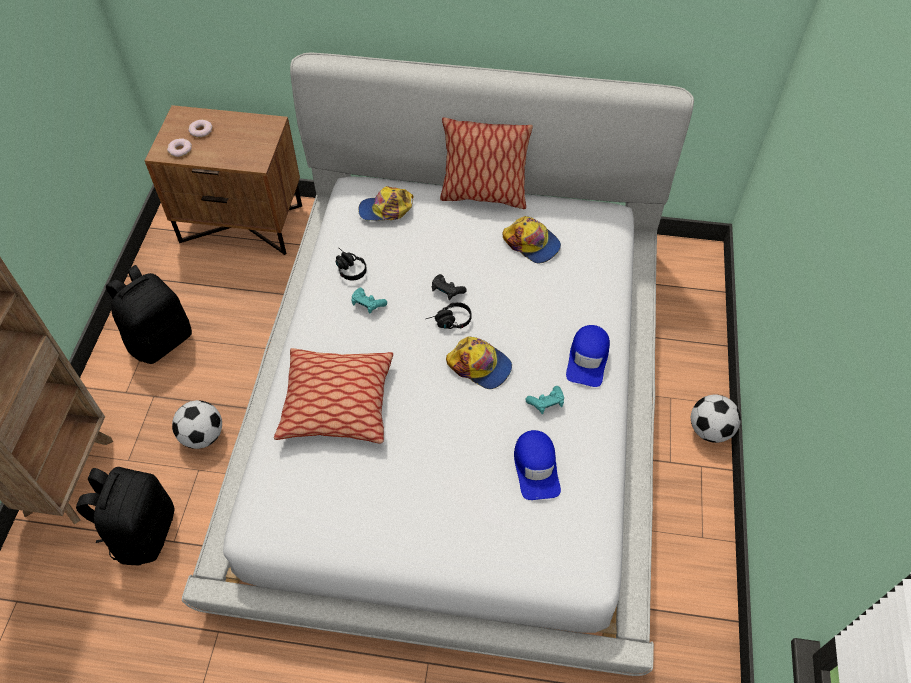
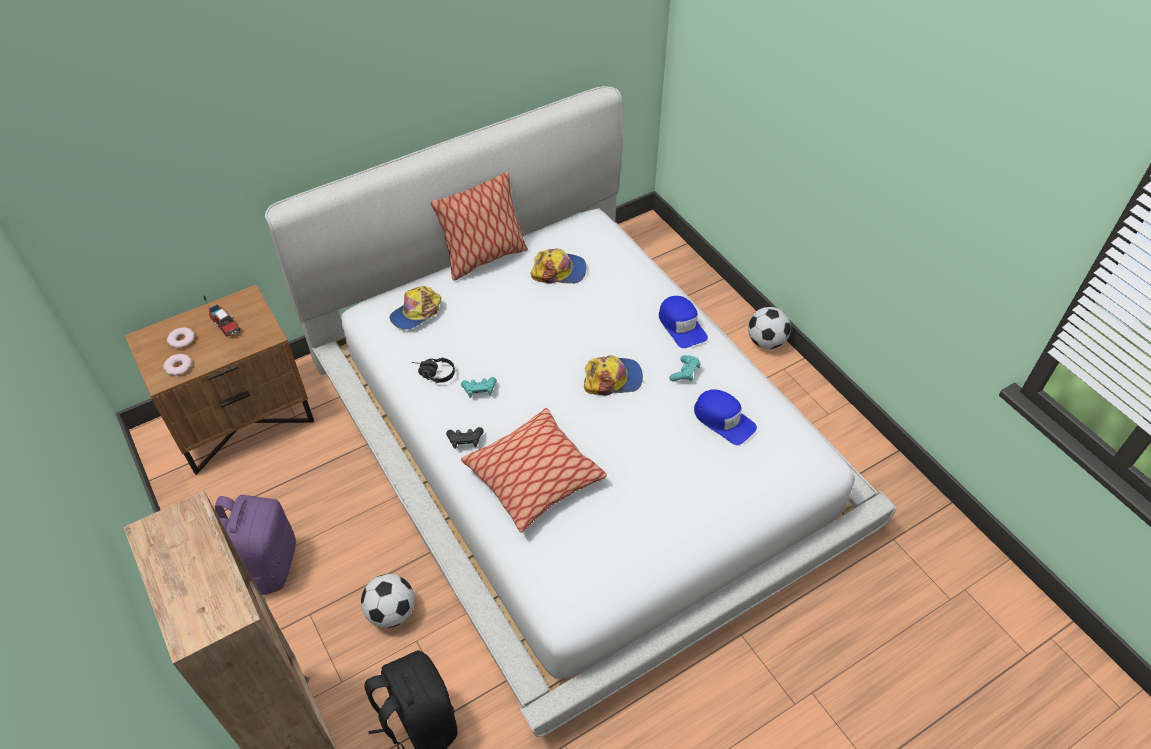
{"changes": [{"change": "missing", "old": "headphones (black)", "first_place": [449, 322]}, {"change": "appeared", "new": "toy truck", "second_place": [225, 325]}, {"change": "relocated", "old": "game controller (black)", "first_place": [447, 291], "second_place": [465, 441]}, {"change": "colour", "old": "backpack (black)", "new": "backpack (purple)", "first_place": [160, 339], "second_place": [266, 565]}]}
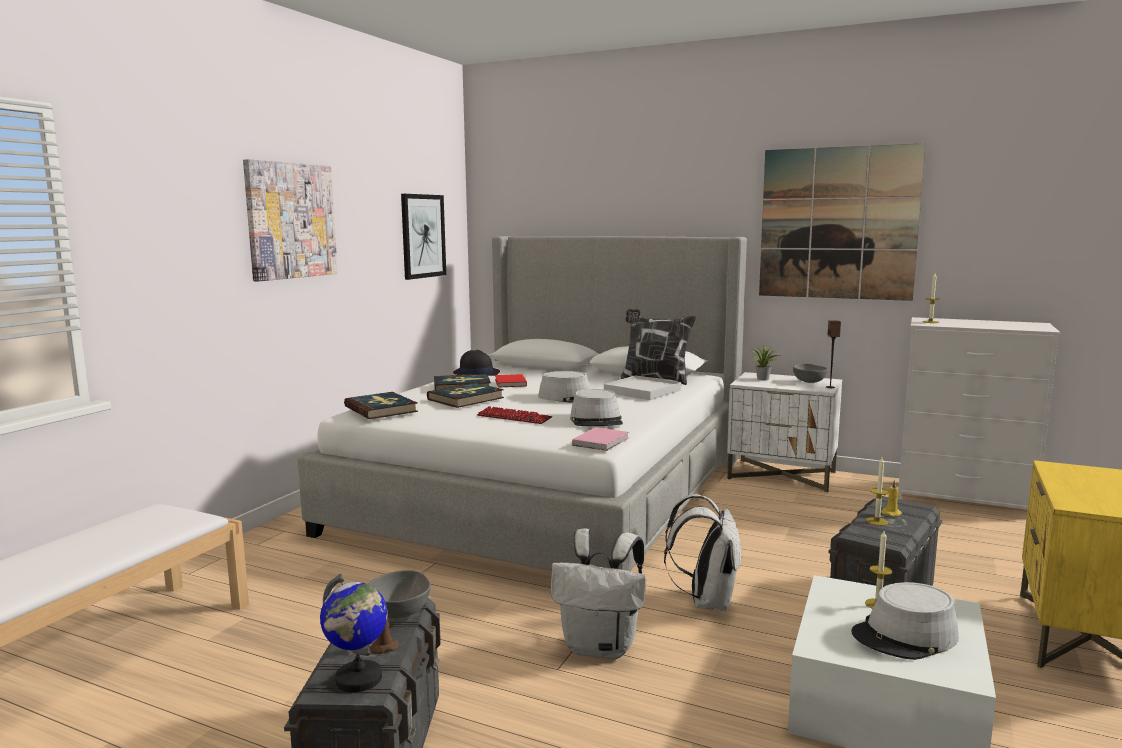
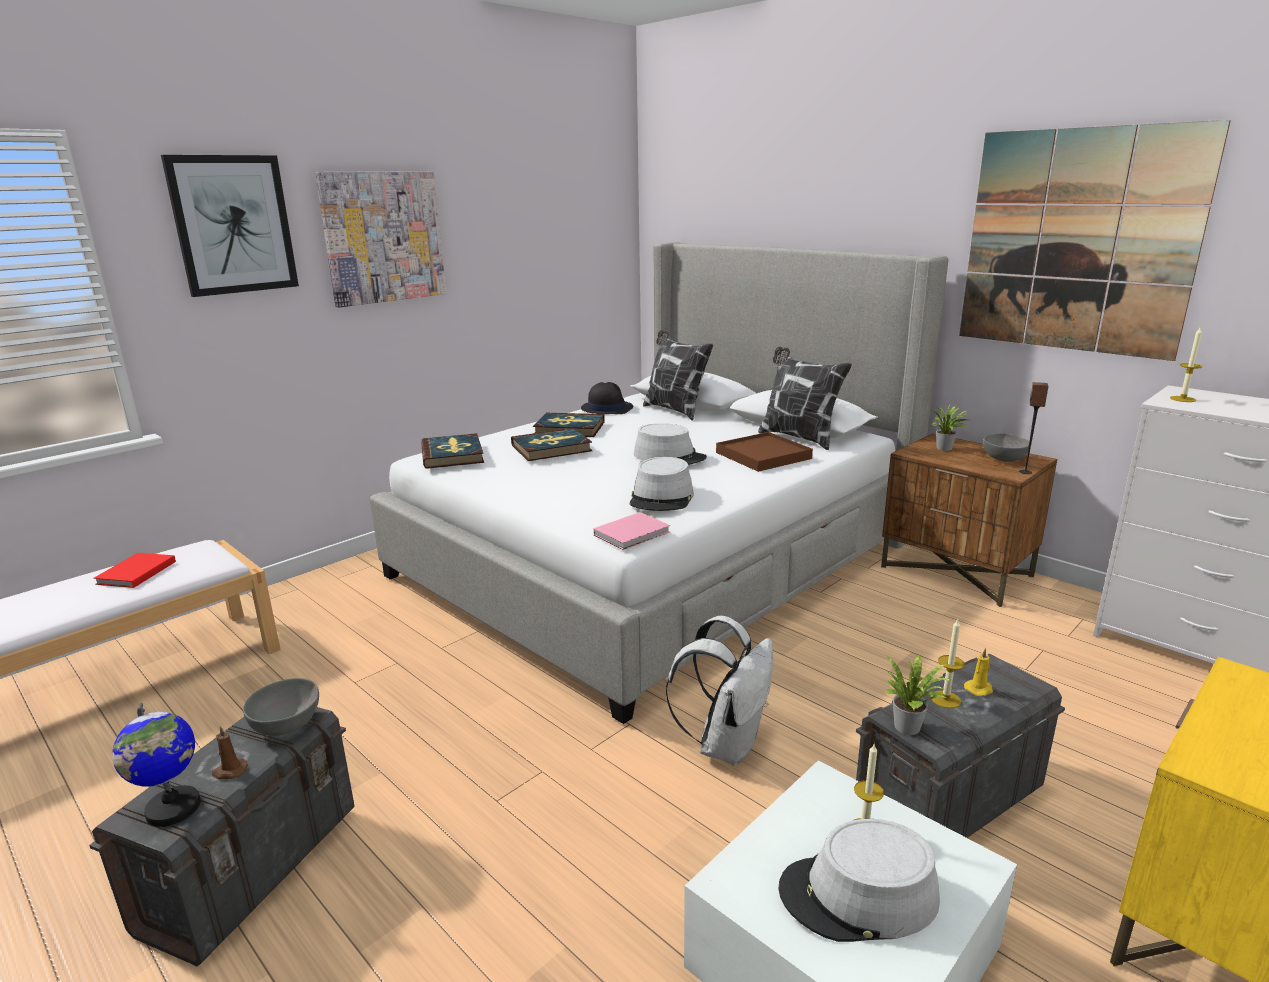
{"changes": [{"change": "missing", "old": "keyboard", "first_place": [514, 417]}, {"change": "missing", "old": "backpack (white)", "first_place": [601, 647]}, {"change": "appeared", "new": "pillow", "second_place": [675, 410]}, {"change": "appeared", "new": "potted plant", "second_place": [910, 727]}, {"change": "relocated", "old": "picture", "first_place": [423, 236], "second_place": [233, 225]}, {"change": "relocated", "old": "book (red)", "first_place": [510, 383], "second_place": [134, 573]}, {"change": "colour", "old": "tray (white)", "new": "tray (brown)", "first_place": [642, 391], "second_place": [763, 456]}, {"change": "colour", "old": "nightstand (white)", "new": "nightstand (brown)", "first_place": [782, 476], "second_place": [957, 572]}]}
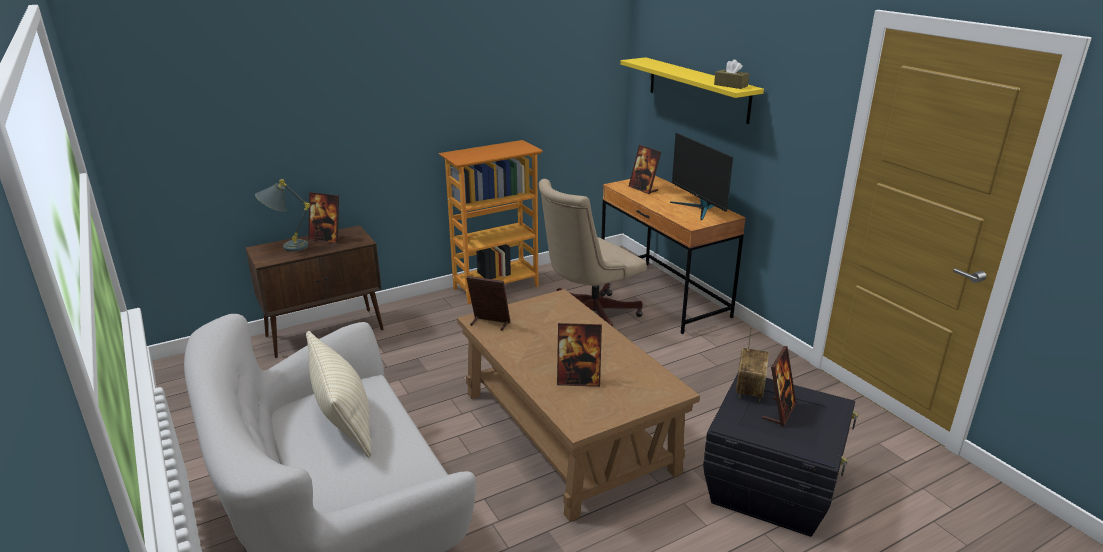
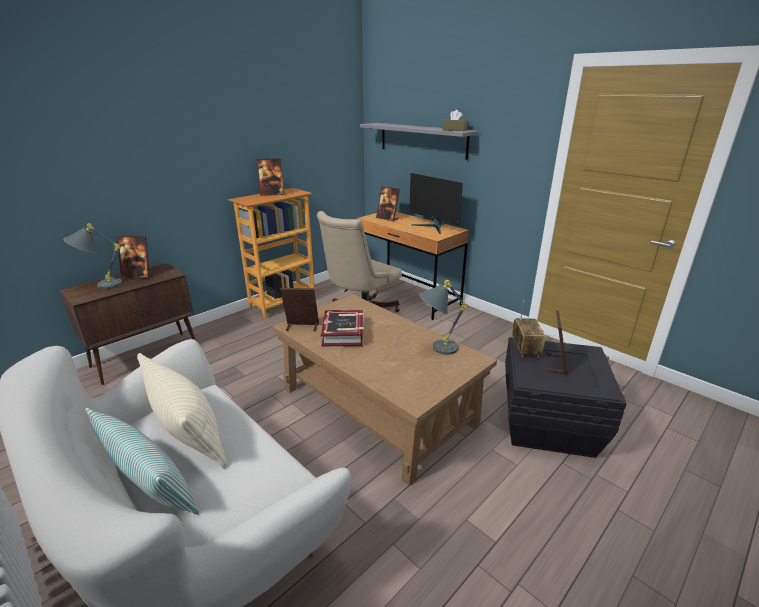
{"changes": [{"change": "appeared", "new": "pillow", "second_place": [148, 482]}, {"change": "appeared", "new": "book", "second_place": [344, 333]}, {"change": "appeared", "new": "table lamp (grey)", "second_place": [436, 349]}, {"change": "relocated", "old": "picture frame", "first_place": [578, 380], "second_place": [272, 194]}, {"change": "colour", "old": "shelf (yellow)", "new": "shelf (grey)", "first_place": [697, 89], "second_place": [422, 140]}]}
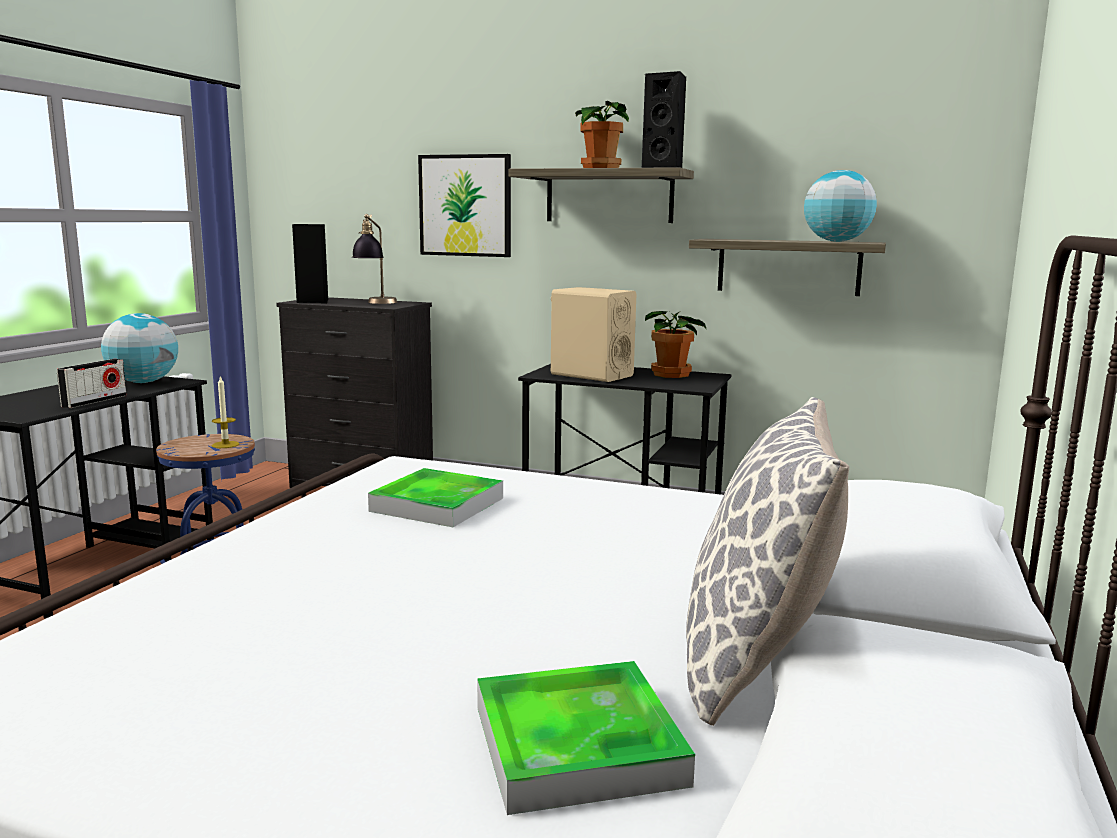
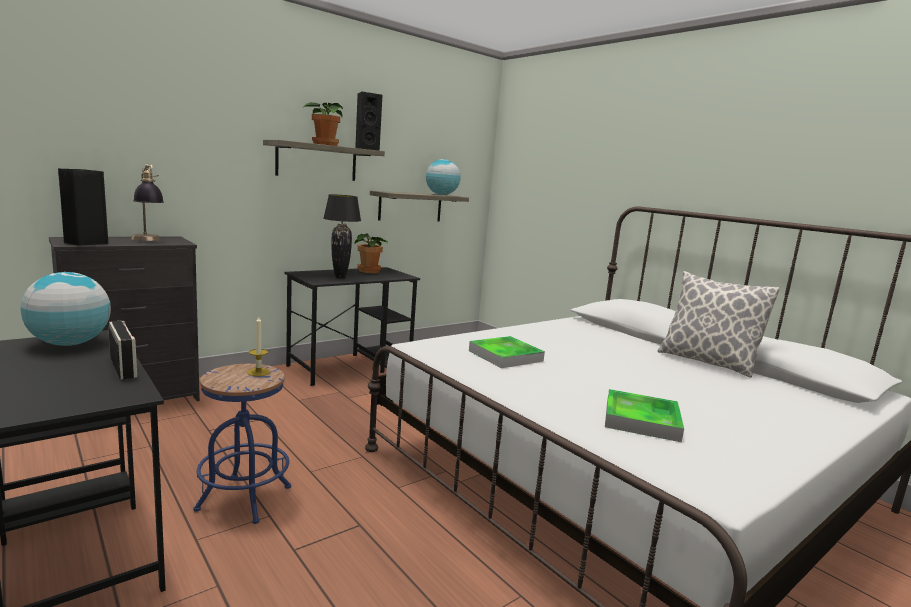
{"changes": [{"change": "missing", "old": "picture", "first_place": [465, 205]}, {"change": "relocated", "old": "tray", "first_place": [577, 744], "second_place": [641, 420]}, {"change": "exchanged", "old": "speaker (beige)", "new": "table lamp (black)", "first_place": [591, 375], "second_place": [340, 277]}]}
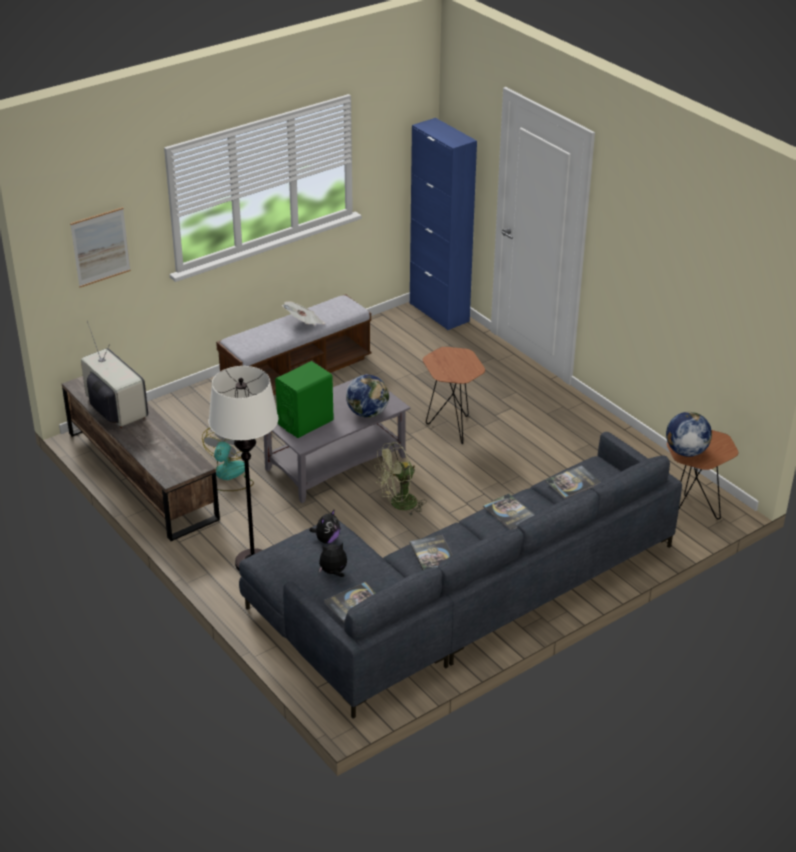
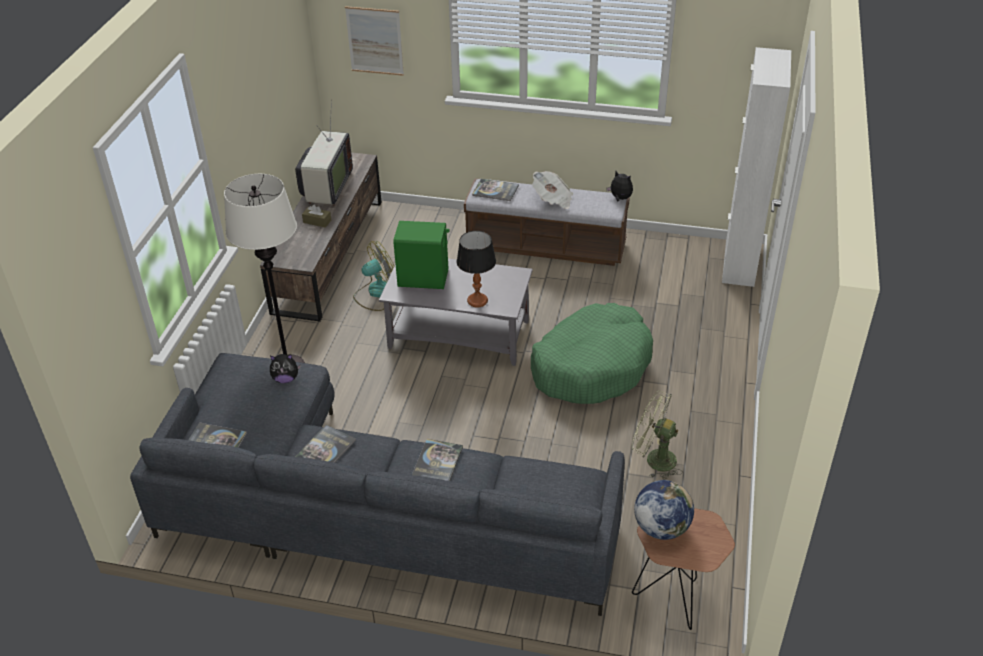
{"changes": [{"change": "appeared", "new": "tissue box (brown)", "second_place": [317, 221]}, {"change": "relocated", "old": "plush toy", "first_place": [333, 572], "second_place": [620, 198]}, {"change": "relocated", "old": "fan (green)", "first_place": [398, 505], "second_place": [654, 459]}, {"change": "relocated", "old": "book", "first_place": [573, 483], "second_place": [495, 190]}, {"change": "exchanged", "old": "globe", "new": "table lamp", "first_place": [367, 413], "second_place": [477, 301]}, {"change": "exchanged", "old": "side table (brown)", "new": "dog bed (green)", "first_place": [451, 427], "second_place": [591, 366]}, {"change": "colour", "old": "cabinet (blue)", "new": "cabinet (white)", "first_place": [439, 312], "second_place": [739, 263]}]}
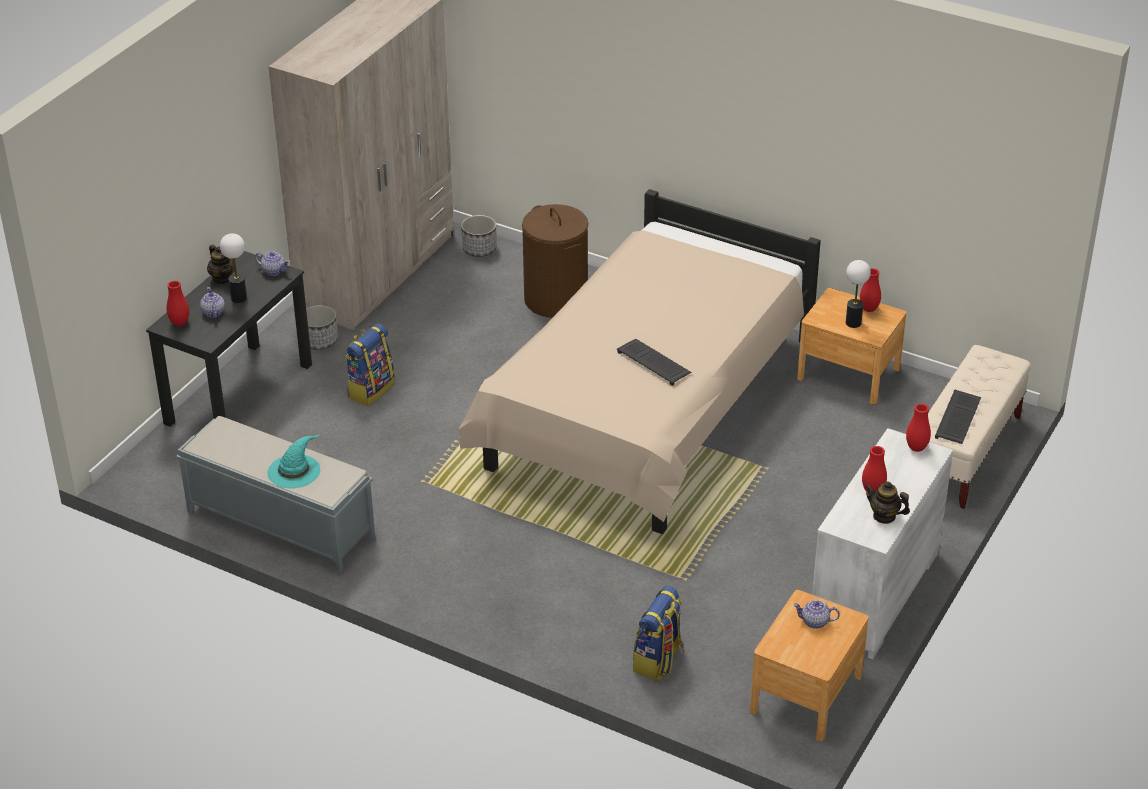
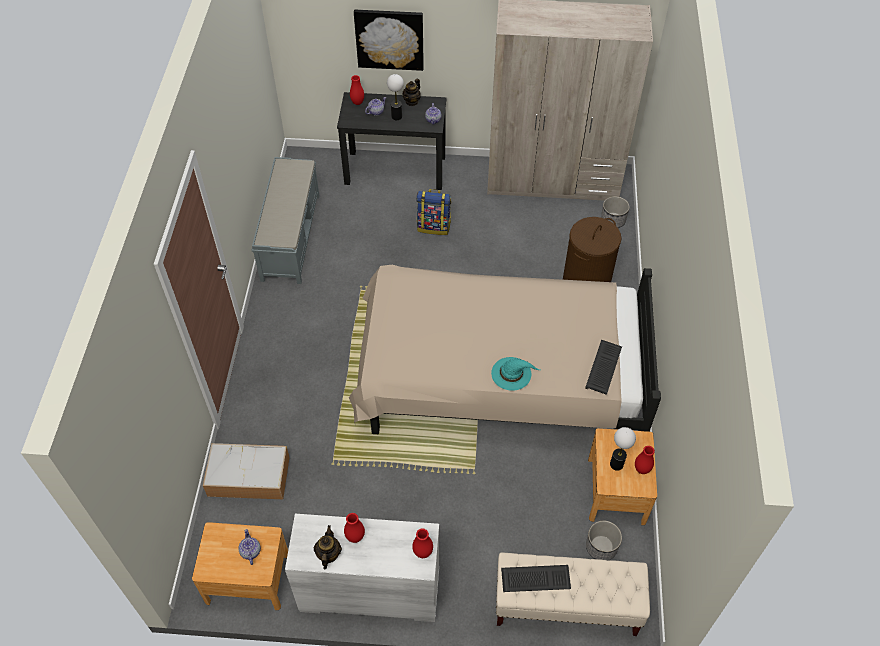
{"changes": [{"change": "appeared", "new": "picture", "second_place": [389, 39]}, {"change": "relocated", "old": "hat (turquoise)", "first_place": [294, 470], "second_place": [512, 373]}, {"change": "relocated", "old": "planter", "first_place": [320, 341], "second_place": [601, 547]}, {"change": "relocated", "old": "keyboard", "first_place": [654, 363], "second_place": [604, 368]}, {"change": "exchanged", "old": "backpack", "new": "storage box", "first_place": [658, 661], "second_place": [247, 476]}]}
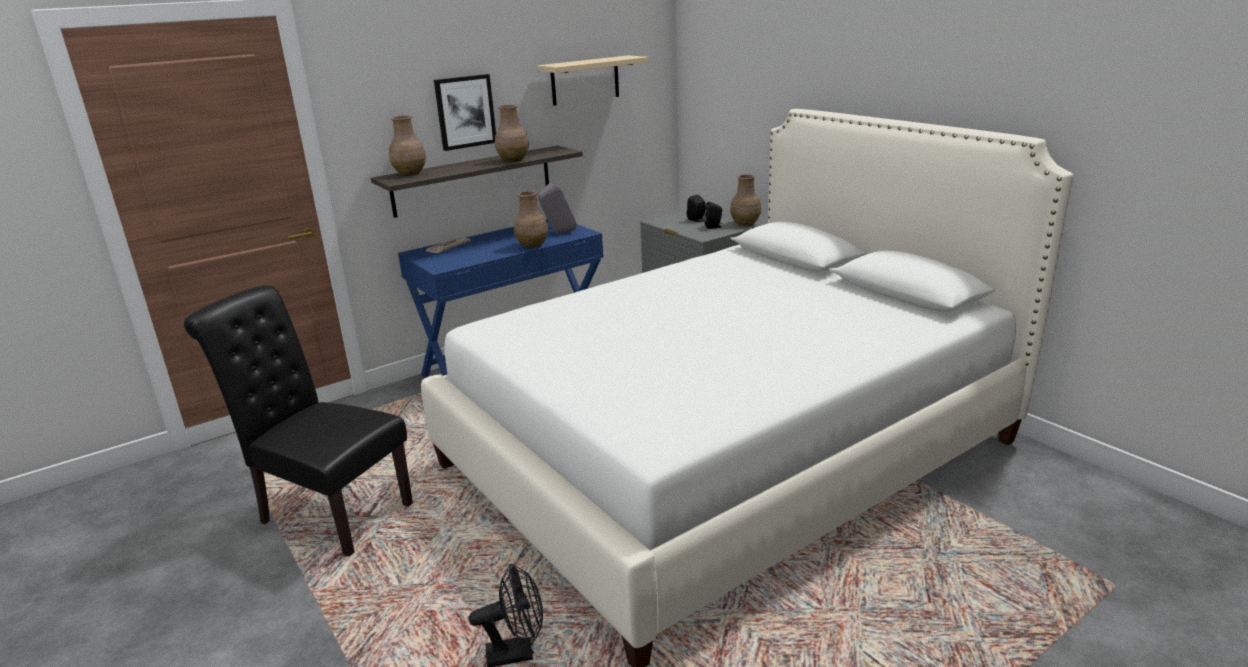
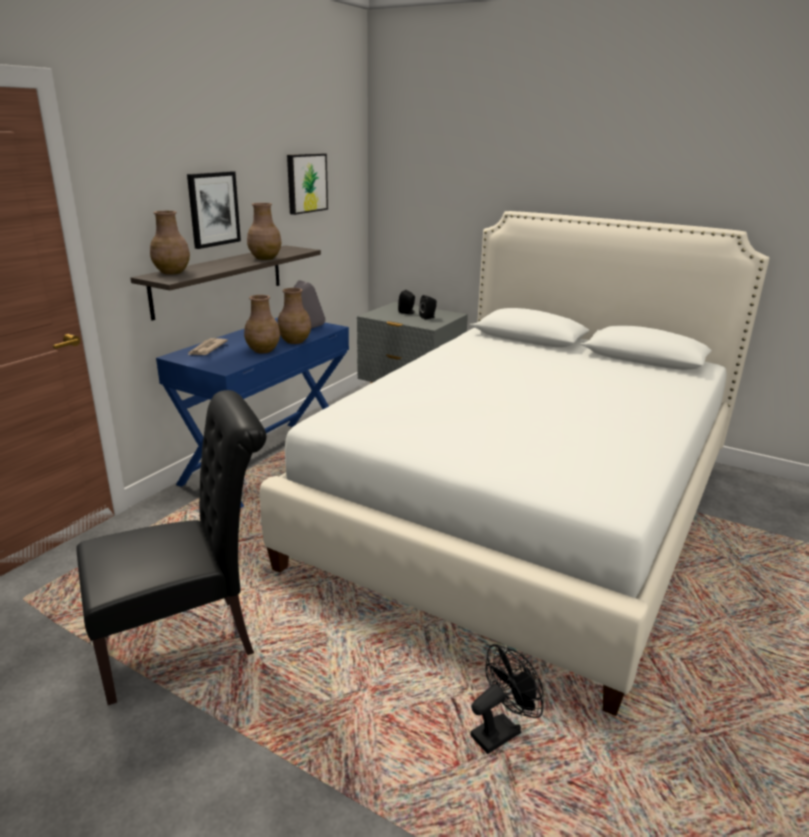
{"changes": [{"change": "relocated", "old": "vase (brown)", "first_place": [745, 224], "second_place": [263, 350]}, {"change": "exchanged", "old": "shelf (beige)", "new": "picture", "first_place": [585, 80], "second_place": [306, 183]}, {"change": "spun", "old": "chair (black)", "first_place": [328, 512], "second_place": [187, 643], "degrees": 150}]}
